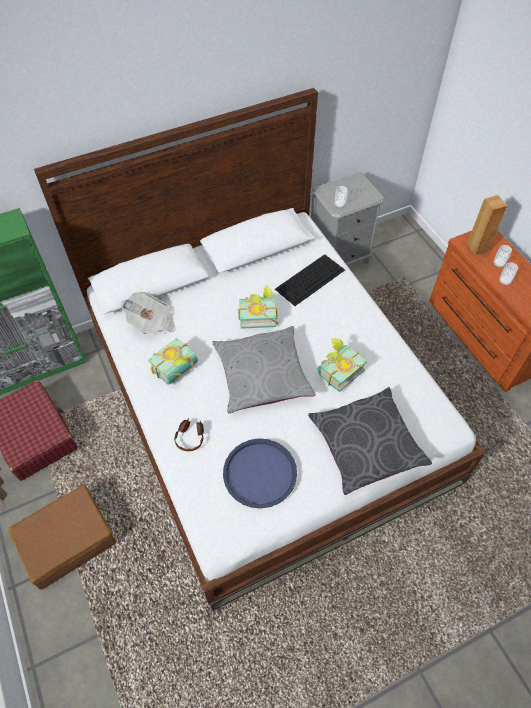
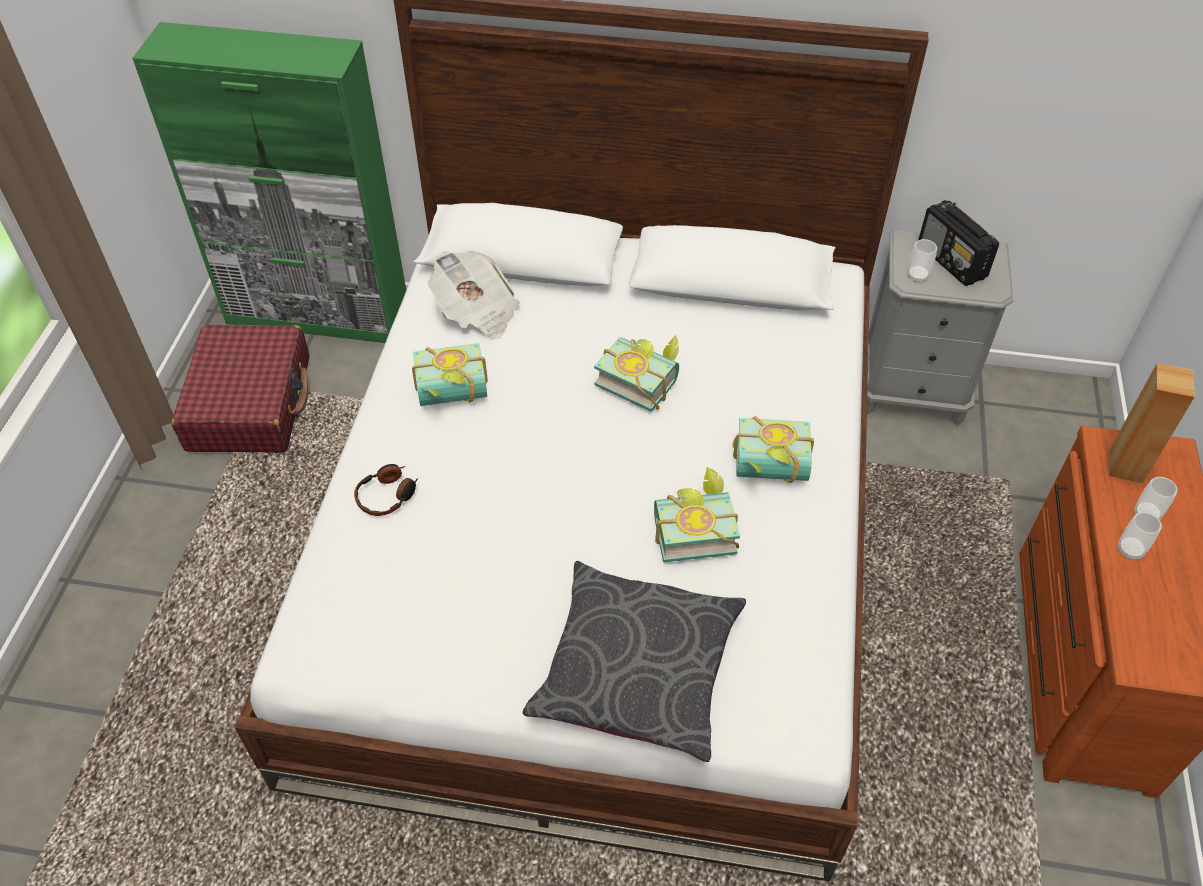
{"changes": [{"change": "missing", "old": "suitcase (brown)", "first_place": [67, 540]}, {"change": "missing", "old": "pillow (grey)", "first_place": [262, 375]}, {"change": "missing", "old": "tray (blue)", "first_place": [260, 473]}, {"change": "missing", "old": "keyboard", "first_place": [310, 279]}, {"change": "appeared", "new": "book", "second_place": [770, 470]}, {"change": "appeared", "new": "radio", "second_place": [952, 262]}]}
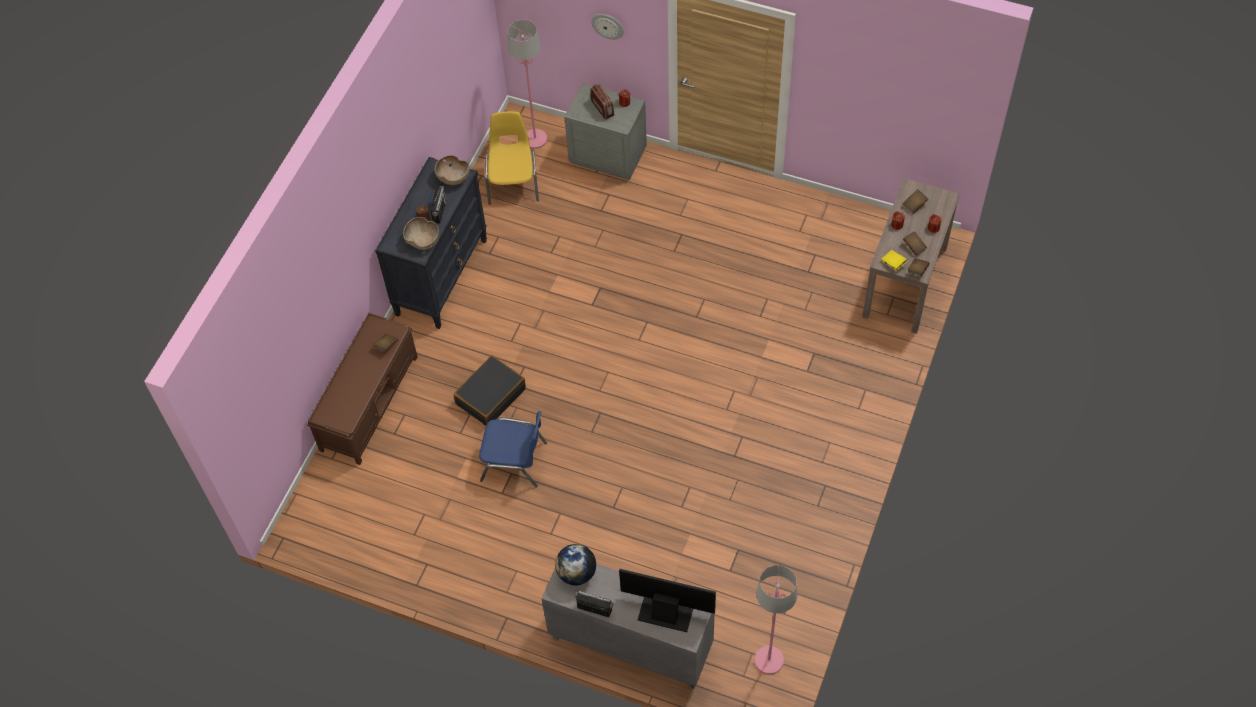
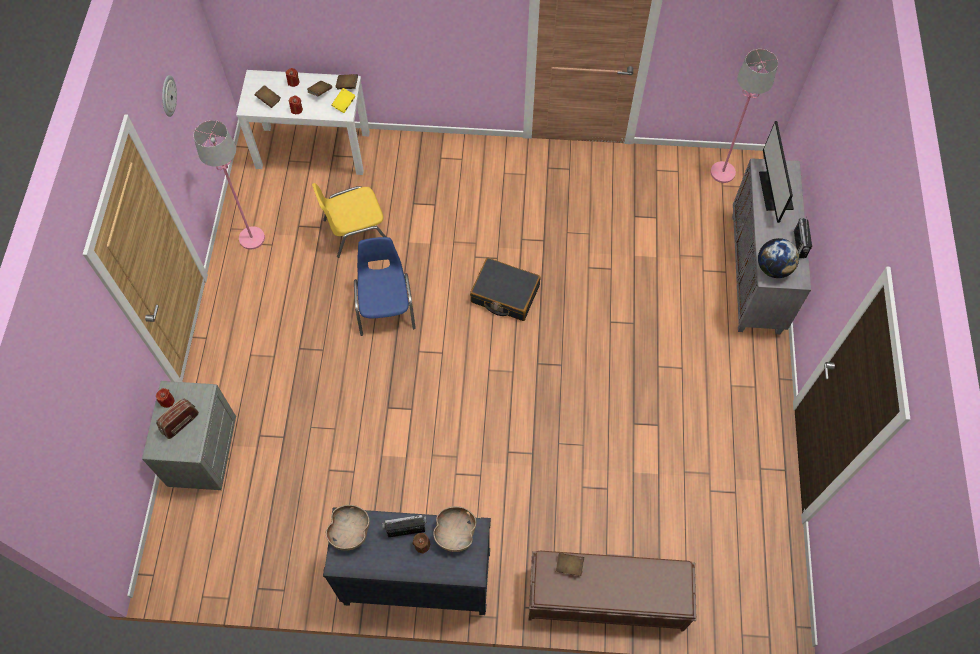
{"changes": [{"change": "relocated", "old": "suitcase (black)", "first_place": [490, 396], "second_place": [505, 294]}, {"change": "relocated", "old": "chair (blue)", "first_place": [515, 461], "second_place": [385, 306]}, {"change": "relocated", "old": "chair (yellow)", "first_place": [513, 181], "second_place": [355, 230]}, {"change": "relocated", "old": "floor lamp (pink)", "first_place": [535, 139], "second_place": [251, 238]}, {"change": "relocated", "old": "wall clock", "first_place": [608, 25], "second_place": [168, 95]}, {"change": "colour", "old": "console table (brown)", "new": "console table (white)", "first_place": [905, 282], "second_place": [313, 150]}]}
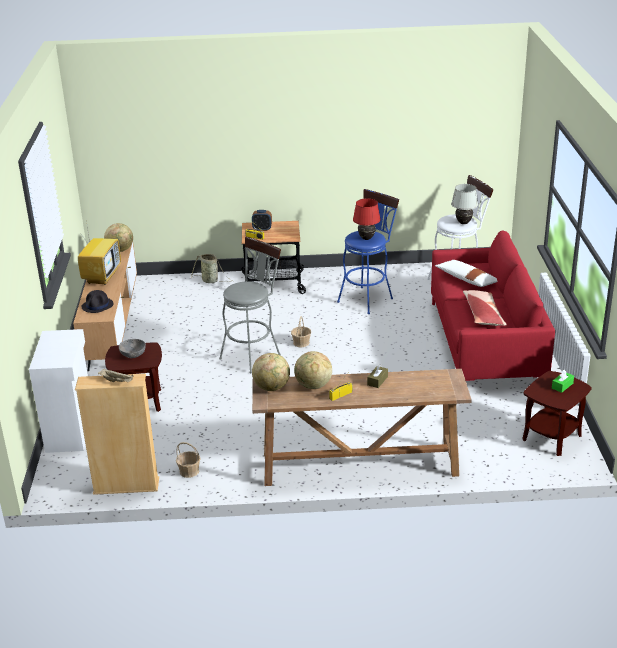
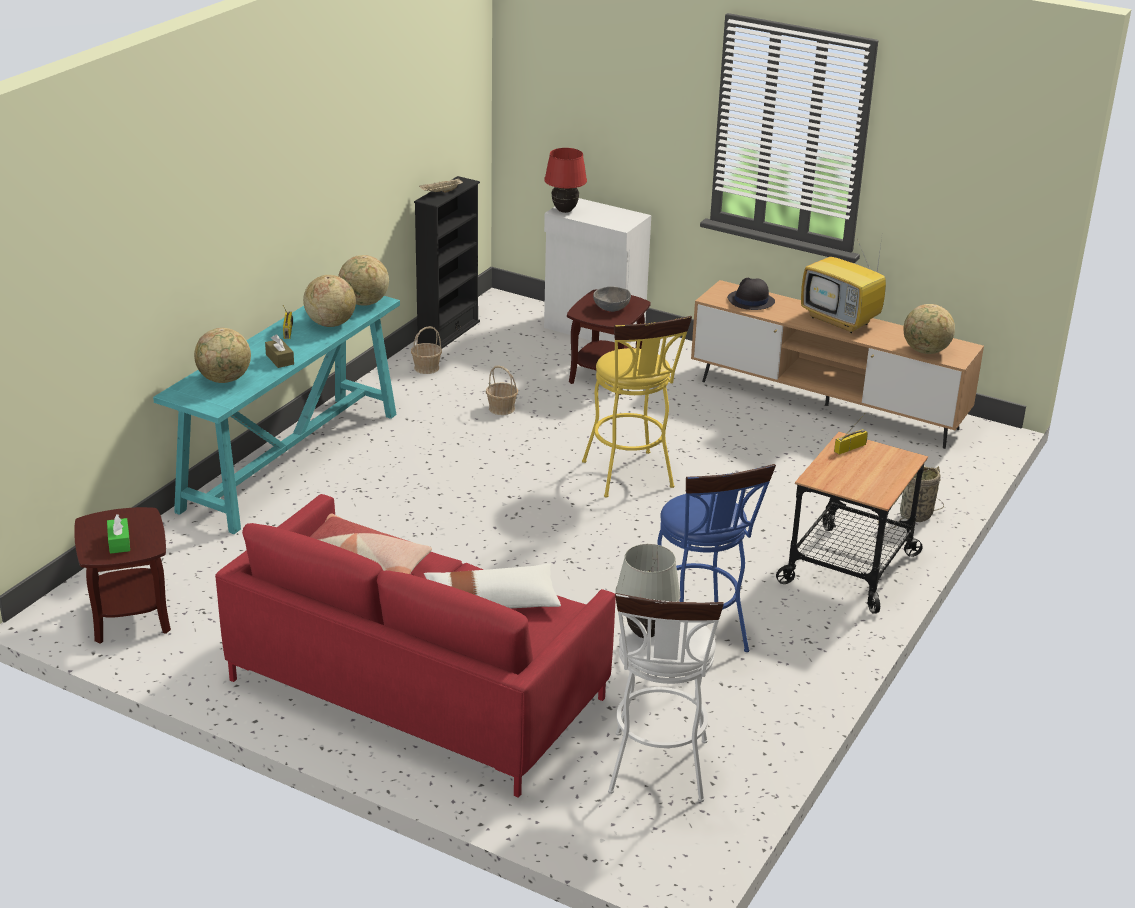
{"changes": [{"change": "missing", "old": "alarm clock", "first_place": [262, 229]}, {"change": "appeared", "new": "globe", "second_place": [225, 380]}, {"change": "relocated", "old": "basket", "first_place": [301, 343], "second_place": [501, 408]}, {"change": "relocated", "old": "table lamp (red)", "first_place": [366, 238], "second_place": [564, 211]}, {"change": "colour", "old": "bookcase (beige)", "new": "bookcase (black)", "first_place": [126, 486], "second_place": [448, 333]}, {"change": "colour", "old": "stool (grey)", "new": "stool (yellow)", "first_place": [253, 354], "second_place": [630, 478]}, {"change": "colour", "old": "console table (brown)", "new": "console table (turquoise)", "first_place": [358, 465], "second_place": [292, 460]}]}
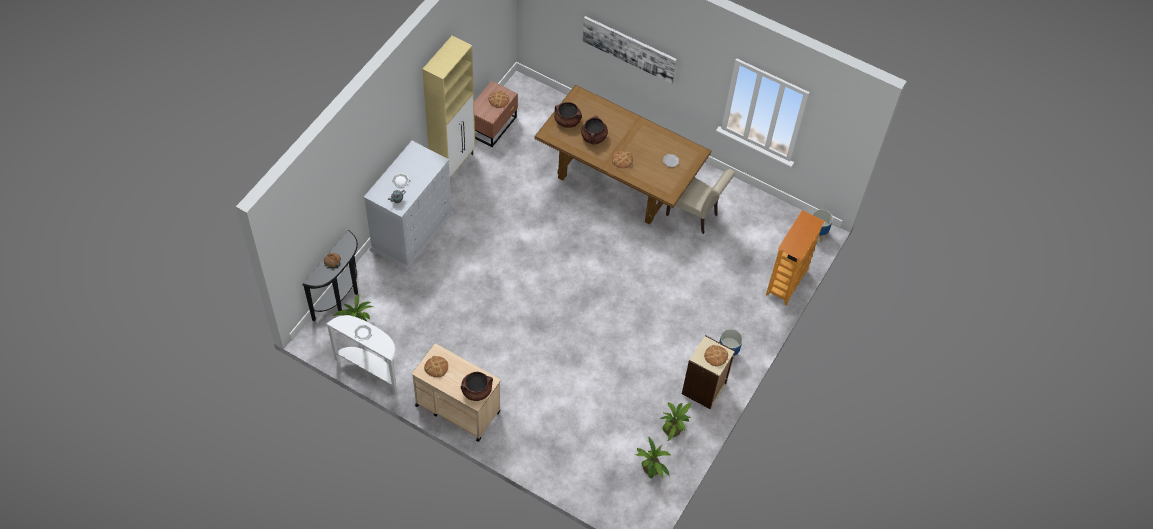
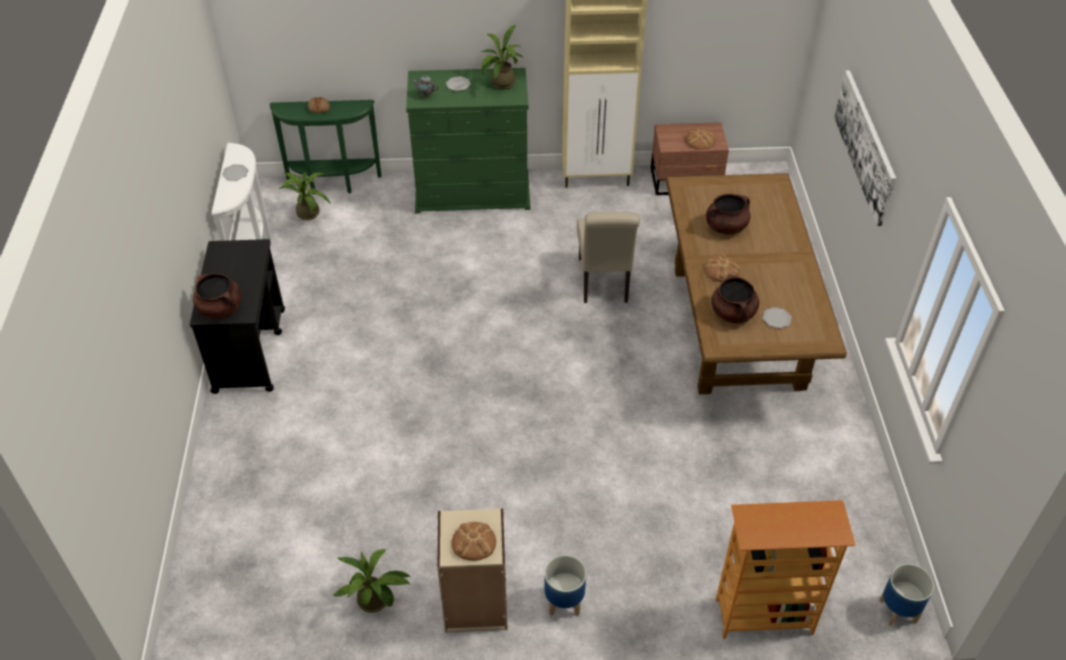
{"changes": [{"change": "missing", "old": "bread", "first_place": [436, 367]}, {"change": "relocated", "old": "cooking pot (brown)", "first_place": [567, 121], "second_place": [733, 313]}, {"change": "relocated", "old": "potted plant", "first_place": [651, 470], "second_place": [500, 84]}, {"change": "relocated", "old": "chair (beige)", "first_place": [695, 216], "second_place": [604, 283]}, {"change": "colour", "old": "console table (black)", "new": "console table (green)", "first_place": [341, 298], "second_place": [333, 184]}, {"change": "colour", "old": "dresser (white)", "new": "dresser (green)", "first_place": [412, 231], "second_place": [473, 191]}, {"change": "colour", "old": "cart (beige)", "new": "cart (black)", "first_place": [457, 408], "second_place": [250, 349]}]}
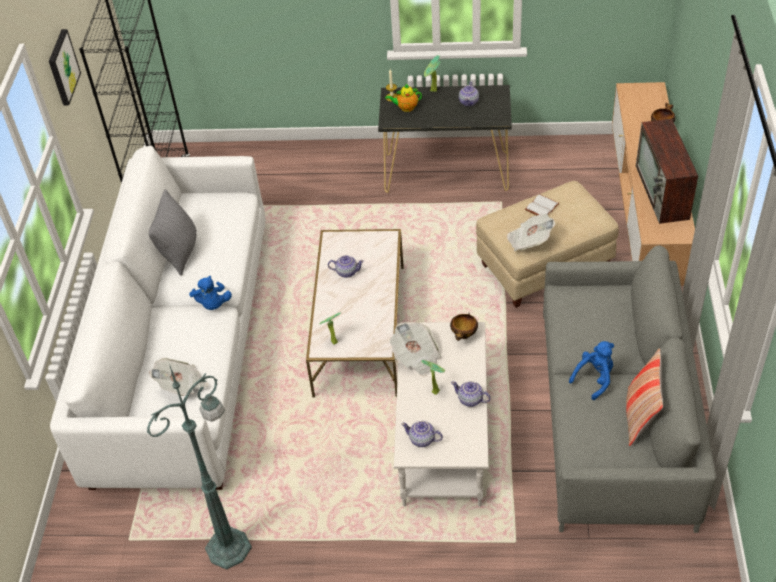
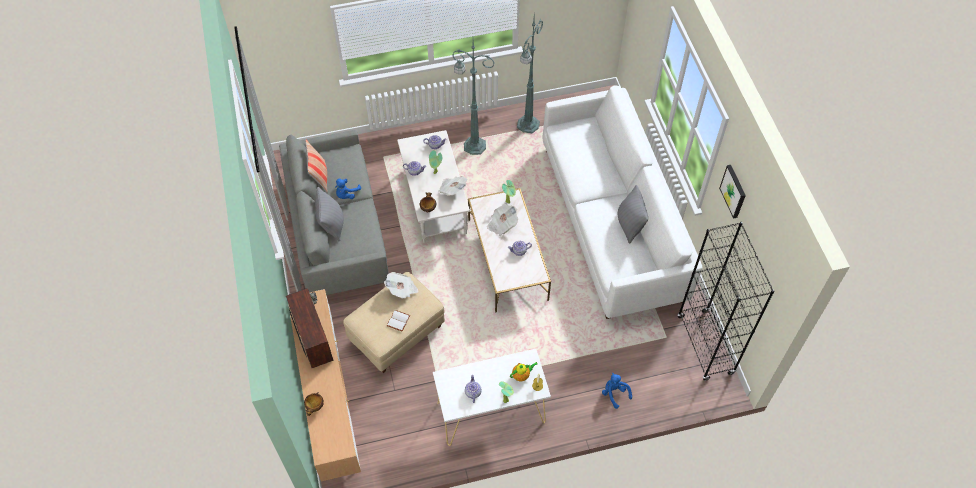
{"changes": [{"change": "appeared", "new": "pillow (grey)", "second_place": [332, 225]}, {"change": "appeared", "new": "floor lamp (green)", "second_place": [473, 146]}, {"change": "relocated", "old": "newspaper", "first_place": [182, 385], "second_place": [502, 224]}, {"change": "relocated", "old": "plush toy (blue)", "first_place": [212, 304], "second_place": [614, 393]}, {"change": "colour", "old": "console table (black)", "new": "console table (white)", "first_place": [447, 172], "second_place": [490, 412]}]}
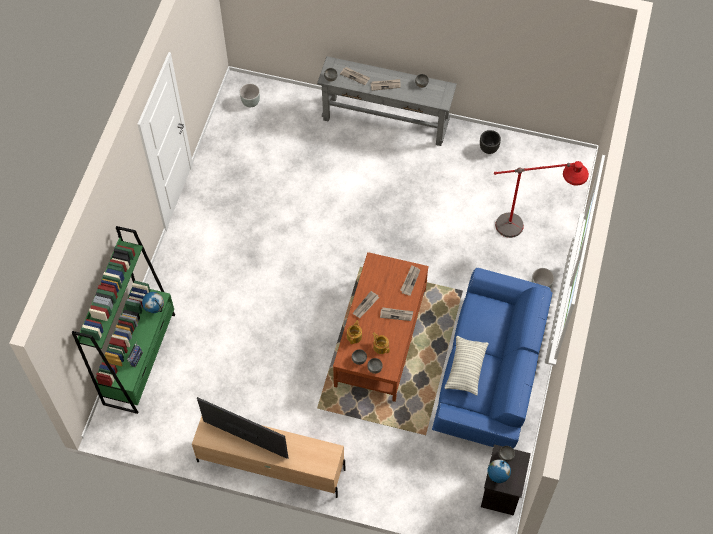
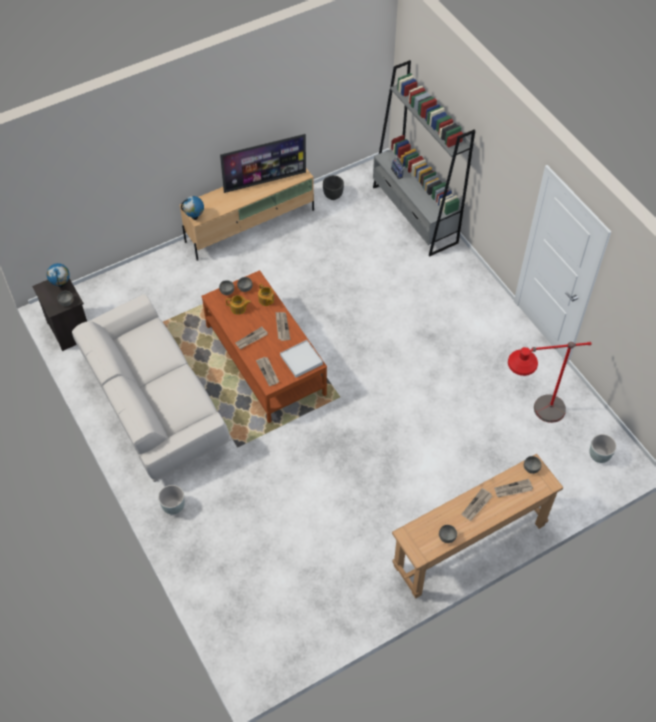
{"changes": [{"change": "missing", "old": "pillow", "first_place": [466, 369]}, {"change": "appeared", "new": "tray (white)", "second_place": [301, 359]}, {"change": "relocated", "old": "globe", "first_place": [155, 309], "second_place": [194, 217]}, {"change": "relocated", "old": "planter (black)", "first_place": [488, 149], "second_place": [333, 196]}, {"change": "relocated", "old": "floor lamp (red)", "first_place": [529, 229], "second_place": [531, 418]}, {"change": "colour", "old": "bookcase (green)", "new": "bookcase (grey)", "first_place": [140, 358], "second_place": [415, 215]}, {"change": "colour", "old": "console table (grey)", "new": "console table (brown)", "first_place": [385, 121], "second_place": [469, 545]}, {"change": "colour", "old": "sofa (blue)", "new": "sofa (white)", "first_place": [490, 372], "second_place": [153, 402]}]}
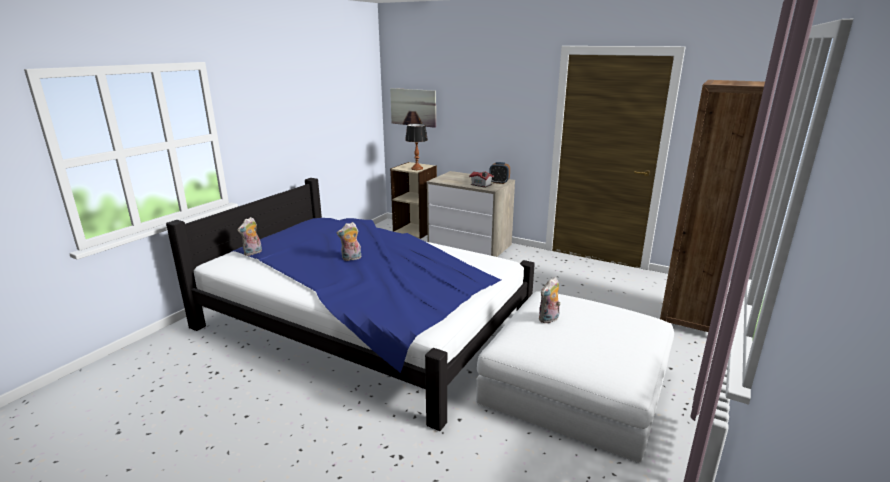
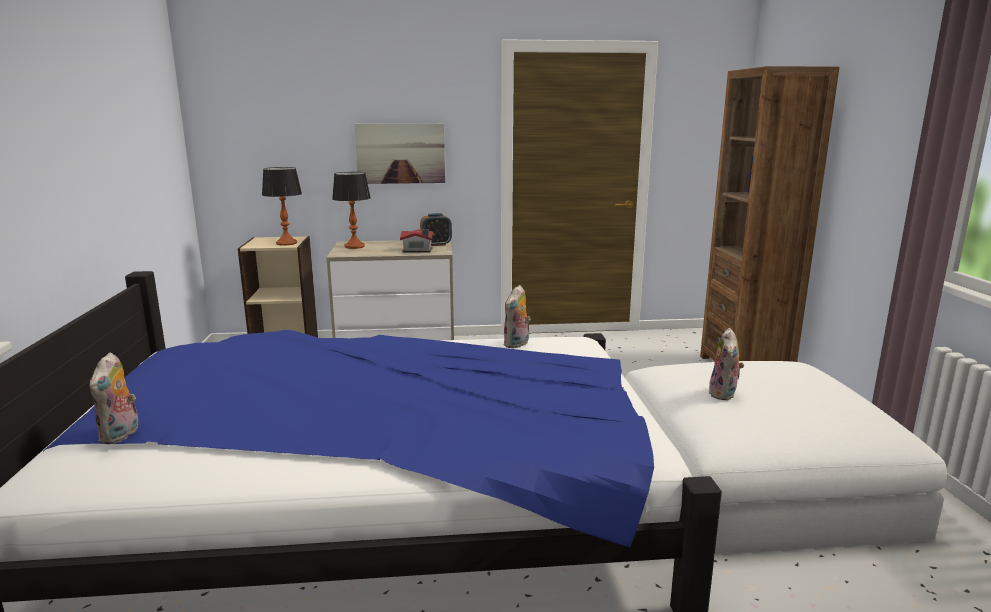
{"changes": [{"change": "appeared", "new": "table lamp", "second_place": [354, 246]}, {"change": "relocated", "old": "plush toy", "first_place": [351, 258], "second_place": [517, 344]}, {"change": "relocated", "old": "picture", "first_place": [413, 107], "second_place": [400, 153]}]}
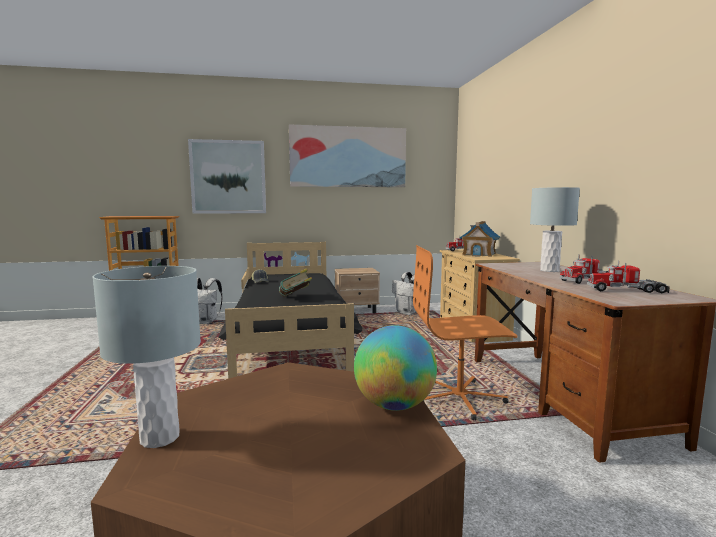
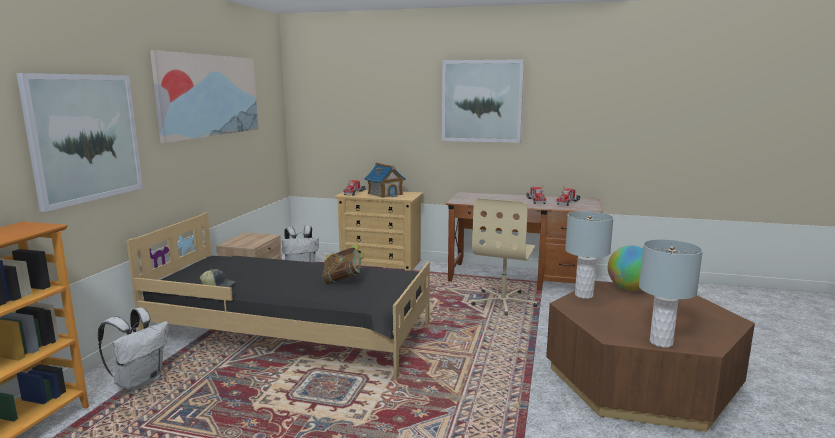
{"changes": [{"change": "appeared", "new": "picture", "second_place": [481, 101]}, {"change": "relocated", "old": "table lamp (grey)", "first_place": [549, 270], "second_place": [583, 295]}, {"change": "colour", "old": "office chair (orange)", "new": "office chair (beige)", "first_place": [460, 398], "second_place": [503, 302]}]}
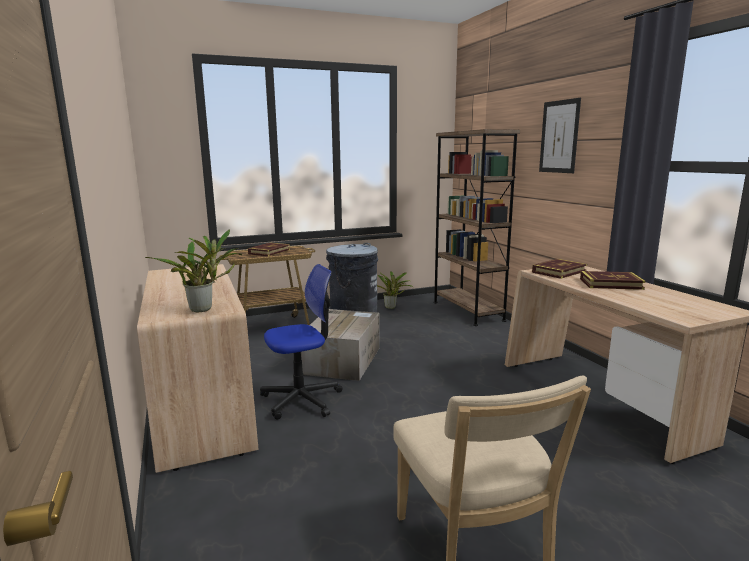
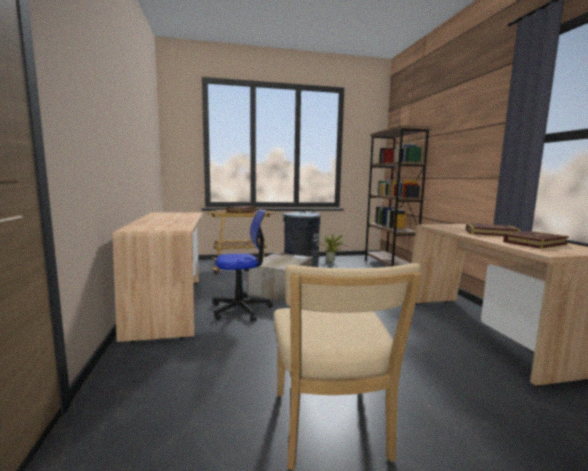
{"changes": [{"change": "missing", "old": "potted plant", "first_place": [204, 309]}, {"change": "missing", "old": "picture", "first_place": [559, 137]}, {"change": "relocated", "old": "book", "first_place": [559, 272], "second_place": [535, 243]}]}
